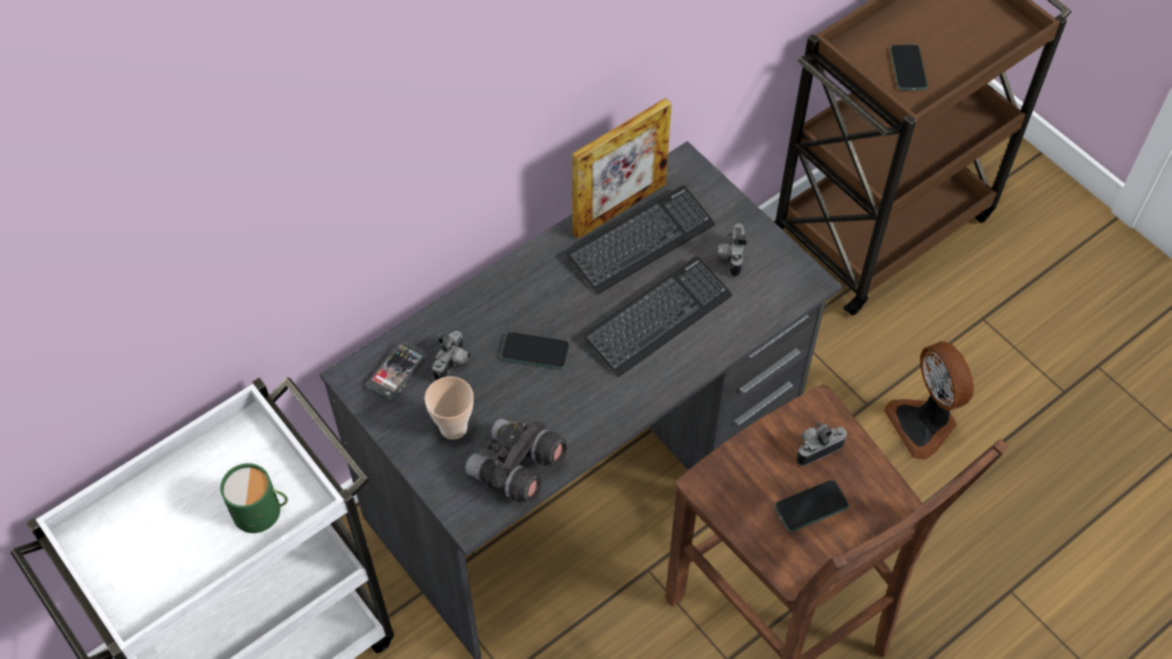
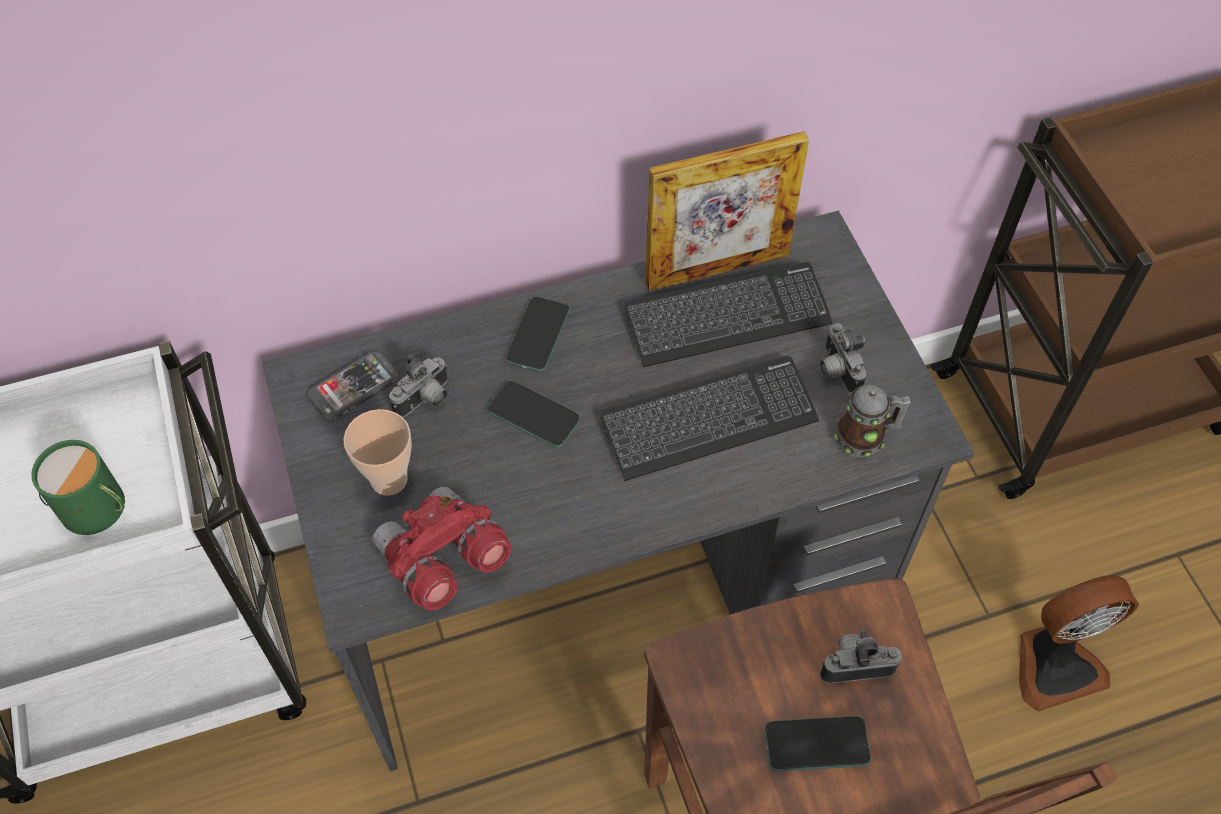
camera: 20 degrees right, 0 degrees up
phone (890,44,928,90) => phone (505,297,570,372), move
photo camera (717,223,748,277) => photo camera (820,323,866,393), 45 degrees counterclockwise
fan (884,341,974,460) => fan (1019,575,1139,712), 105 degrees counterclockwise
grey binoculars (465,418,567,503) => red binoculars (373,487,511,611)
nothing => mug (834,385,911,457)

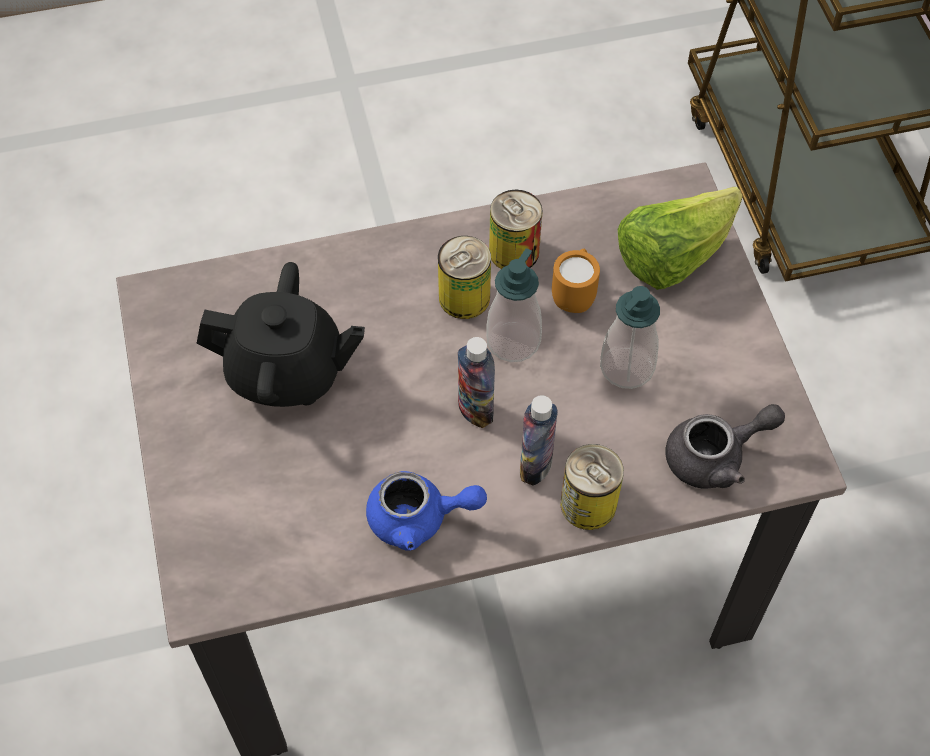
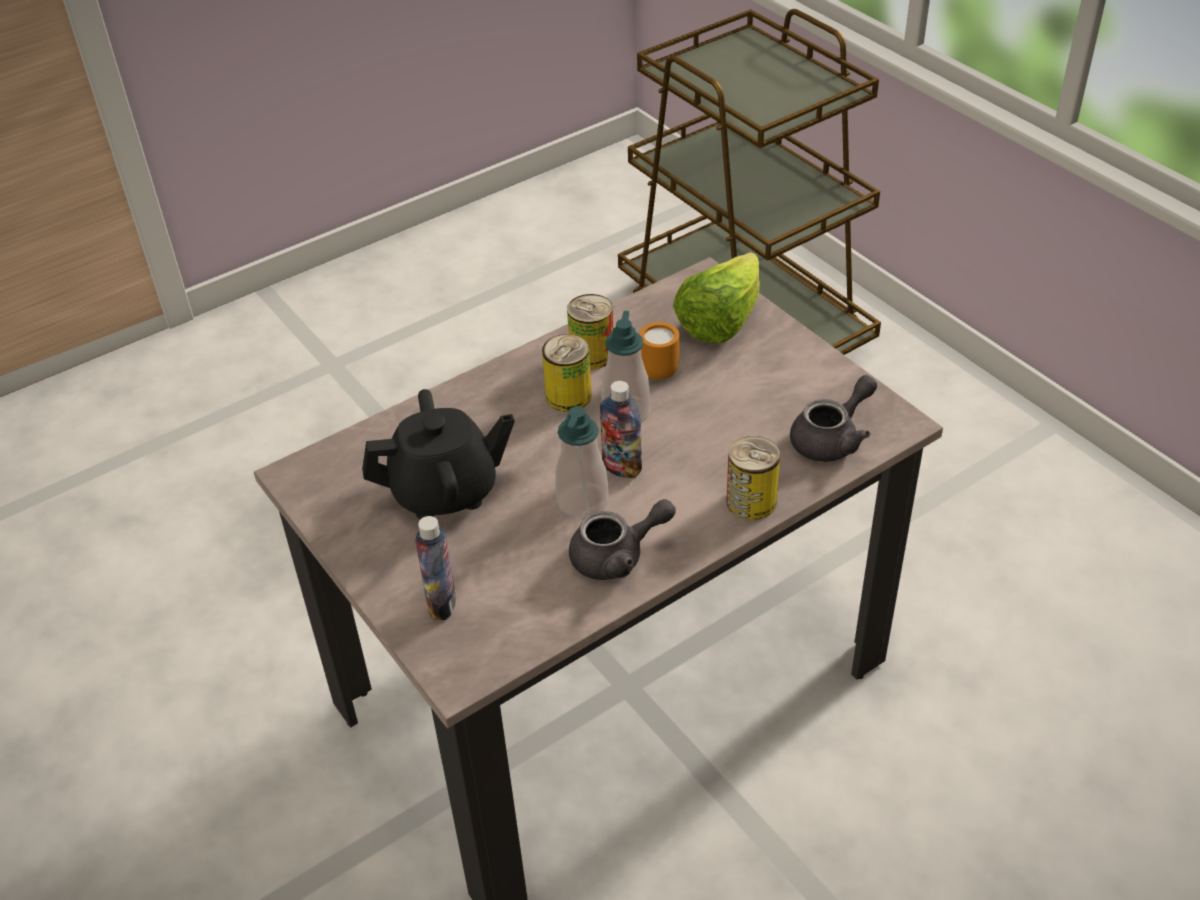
camera: 20 degrees left, 15 degrees down
soap dispenser (600,286,660,389) => soap dispenser (555,406,608,518), move
bottle (520,395,558,486) => bottle (415,516,456,620), move
blue teapot (366,471,487,551) => grey teapot (569,499,676,580)

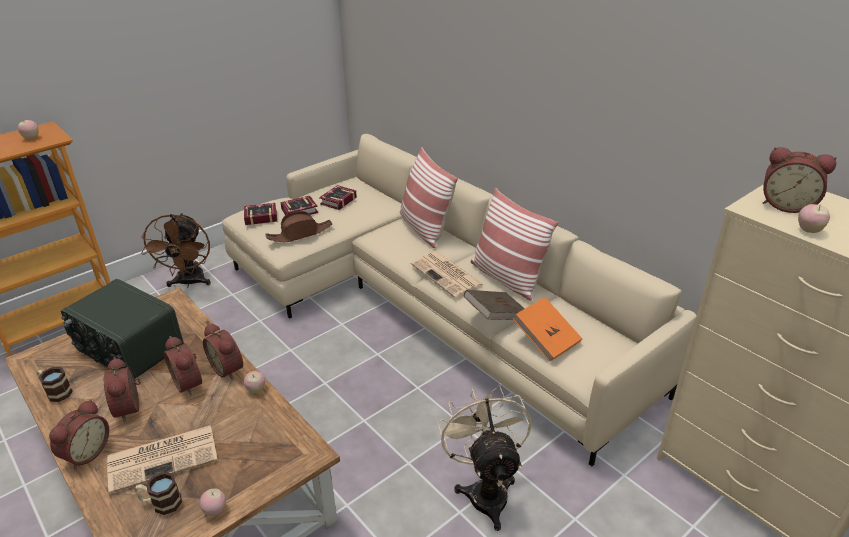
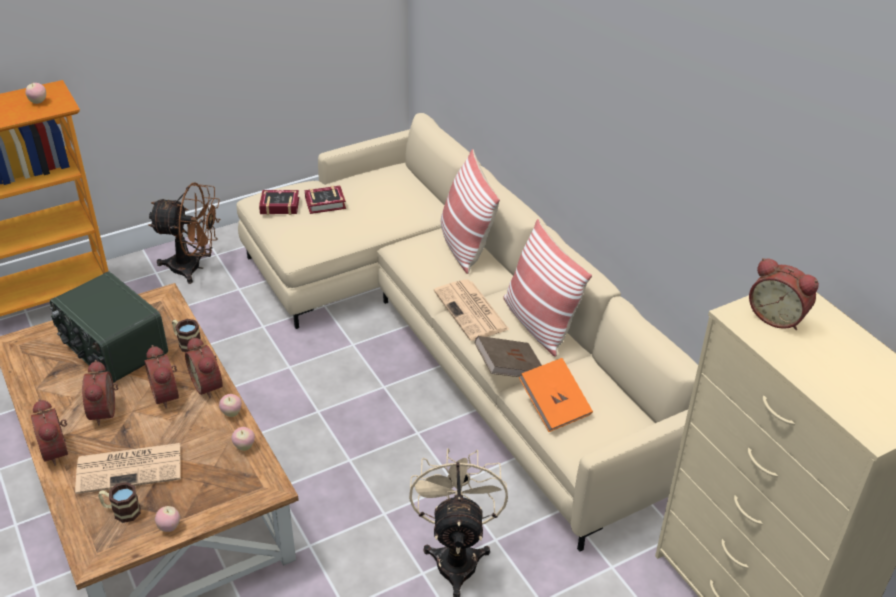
camera: 10 degrees right, 5 degrees up
book (319,185,357,210) => nothing
apple (798,204,830,233) => apple (231,427,255,451), move
brown hat (265,211,332,242) => nothing
brown fan (141,213,211,288) => brown fan (148,182,221,284), 90 degrees counterclockwise
mug (37,367,73,402) => mug (172,319,201,352), move
alarm clock (49,399,109,470) => alarm clock (31,399,68,466), 120 degrees clockwise

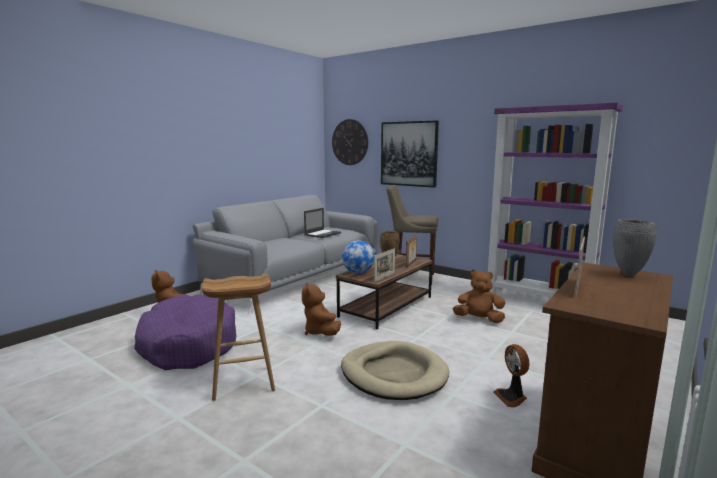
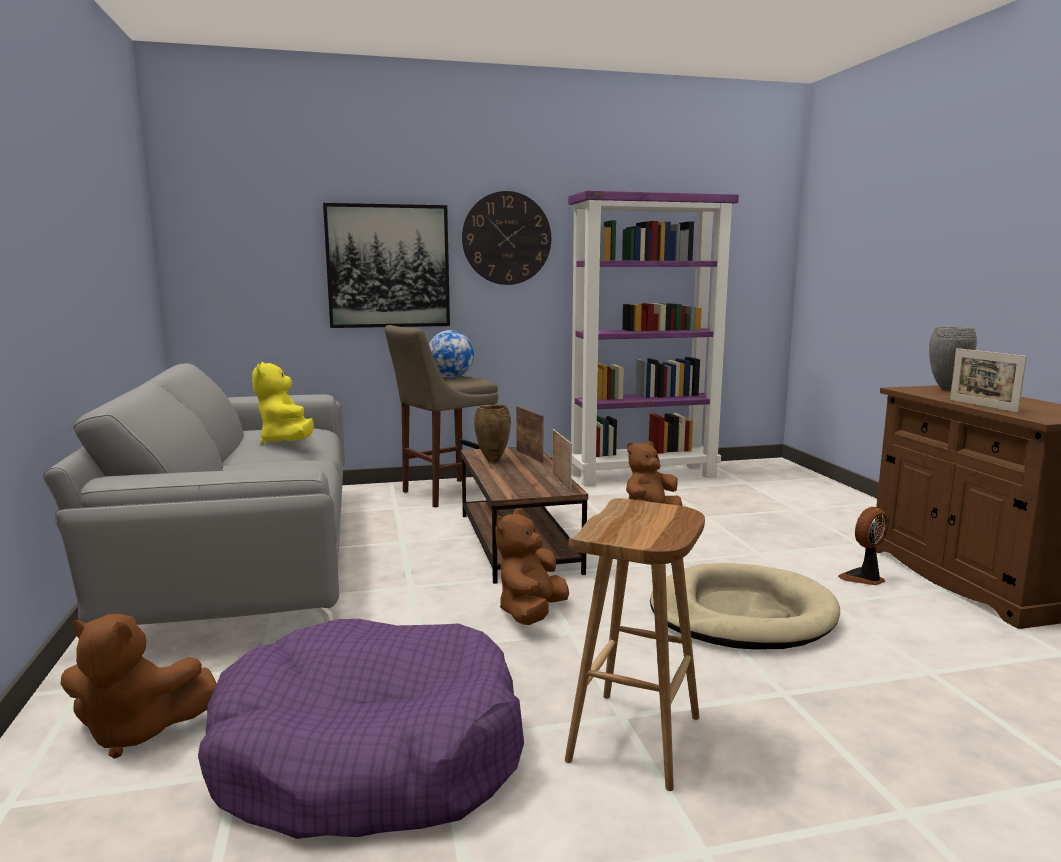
camera: 50 degrees left, 0 degrees up
wall clock (332,119,368,165) => wall clock (462,191,551,285), move
laptop (304,208,341,238) => yellow plush toy (252,362,314,445)
globe (342,240,375,274) => globe (429,330,474,378), move
brown plush toy (302,283,341,336) => brown plush toy (495,509,569,625), 90 degrees clockwise
fan (493,344,530,408) => fan (838,507,889,585), 120 degrees clockwise

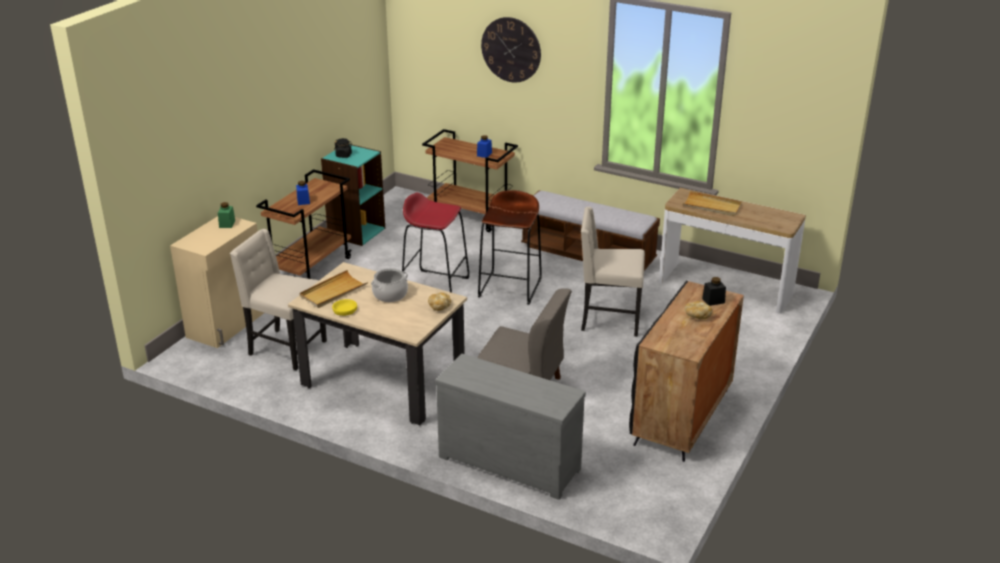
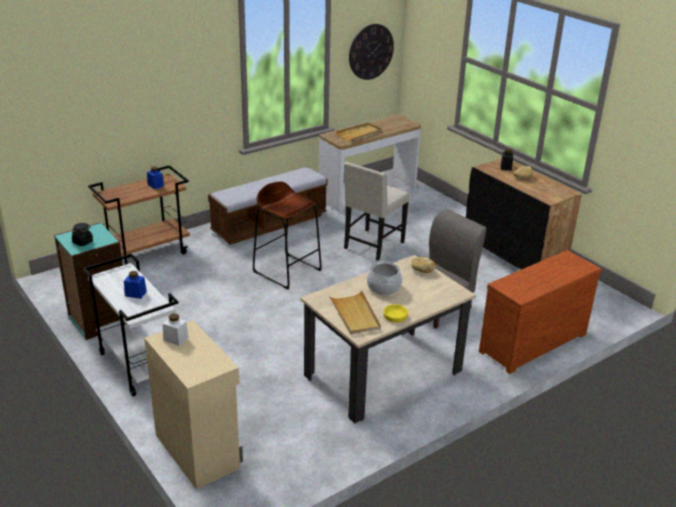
camera: 65 degrees left, 0 degrees up
wall clock (481,17,541,83) => wall clock (349,24,394,80), move
brown cart (256,169,351,279) => white cart (83,253,179,396)
red stool (402,193,470,293) => nothing
green jar (218,202,235,228) => white jar (163,314,189,346)
beige chair (230,229,327,370) => nothing
grey dresser (435,354,586,500) => brown dresser (479,250,602,374)

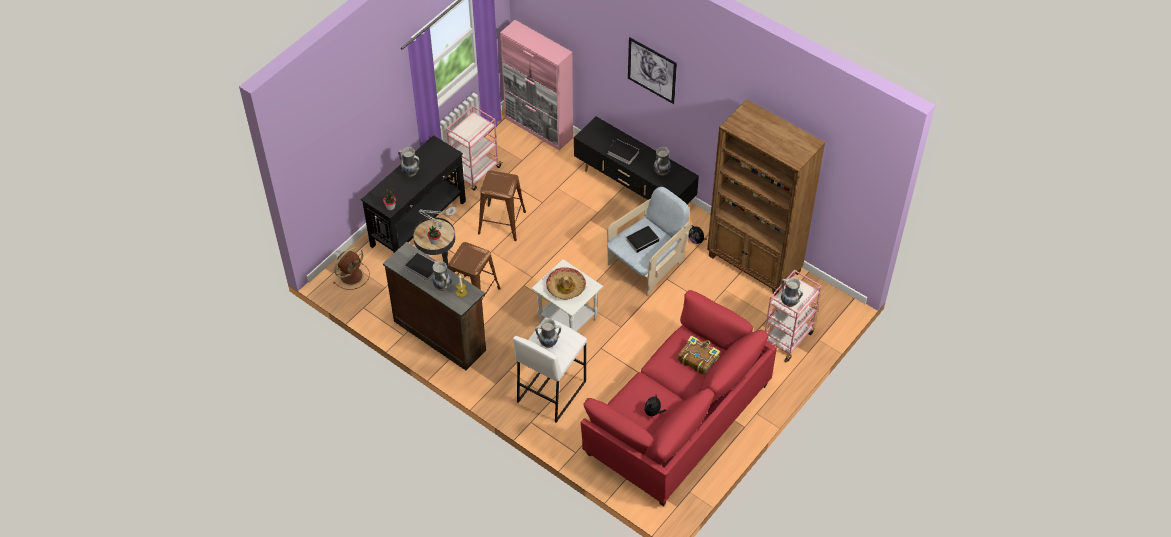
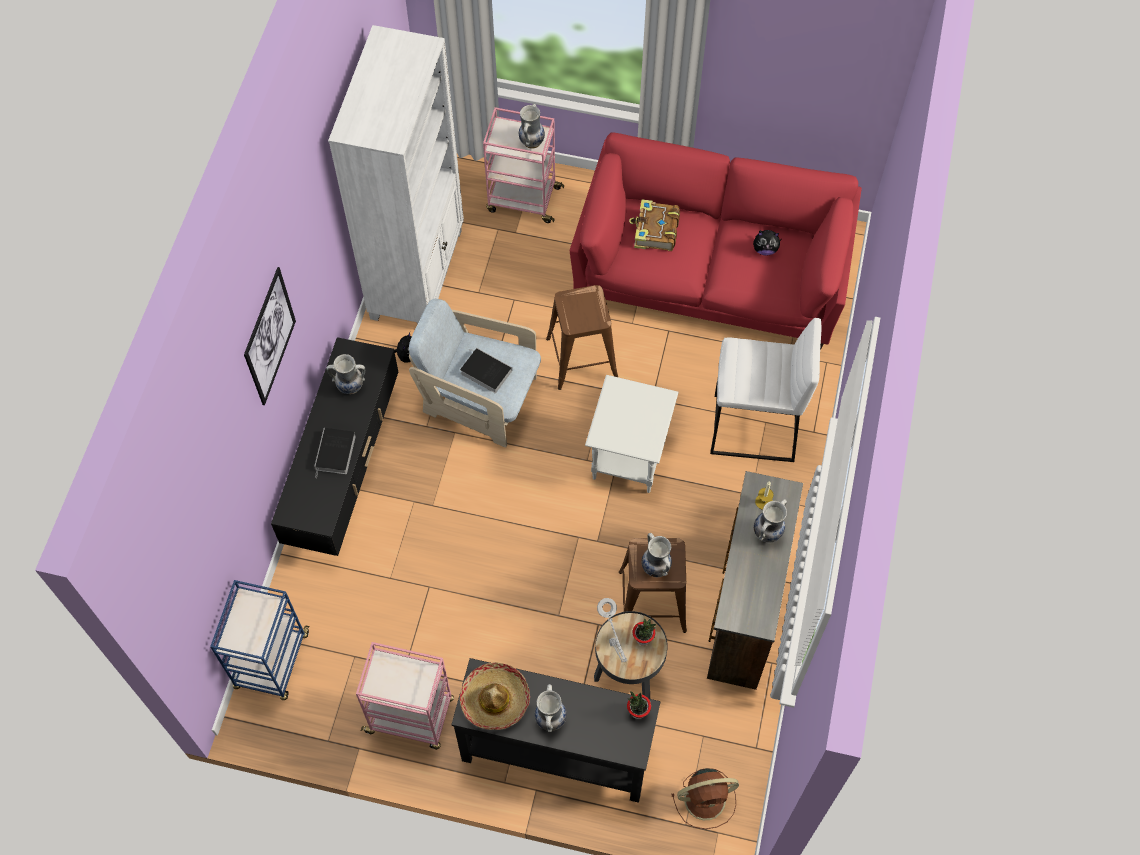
camera: 115 degrees left, 10 degrees up
pink cabinet (500,20,573,151) => blue cart (210,580,310,700)
brown bookcase (707,99,825,296) => white bookcase (328,25,464,324)
brown stool (478,170,526,241) => brown stool (546,285,618,390), move
brown fan (333,247,370,290) => brown fan (671,768,739,829), 150 degrees clockwise
book (405,252,434,281) => nothing
hat (546,267,586,300) => hat (460,662,530,730), move
vase (535,319,561,348) => vase (642,533,672,577), move

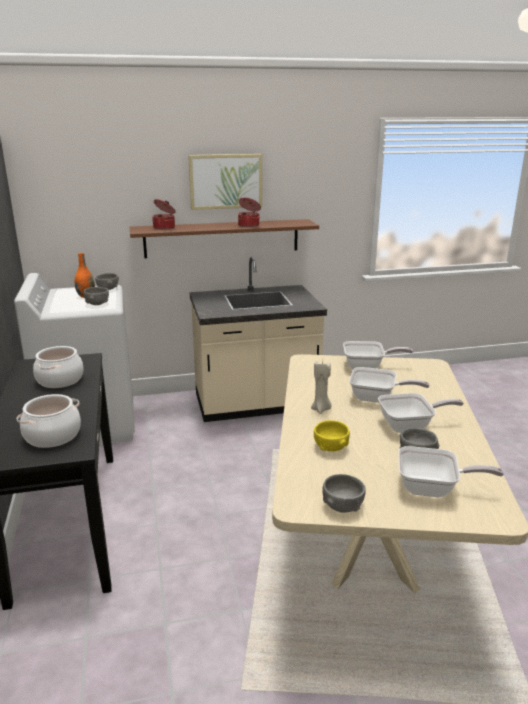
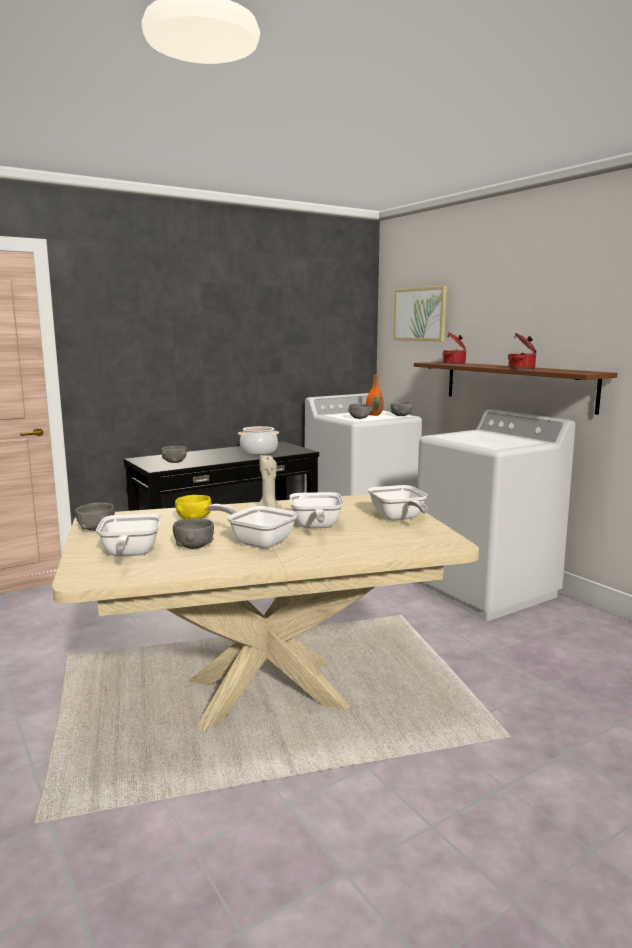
camera: 70 degrees right, 10 degrees down
picture (188,154,262,210) => picture (393,286,447,341), move
beige counter (190,256,327,422) => white washing machine (417,409,575,621)
frying pan (378,393,464,433) => frying pan (207,504,298,549), 150 degrees clockwise
cooking pot (16,394,81,448) => grey bowl (161,446,187,463)

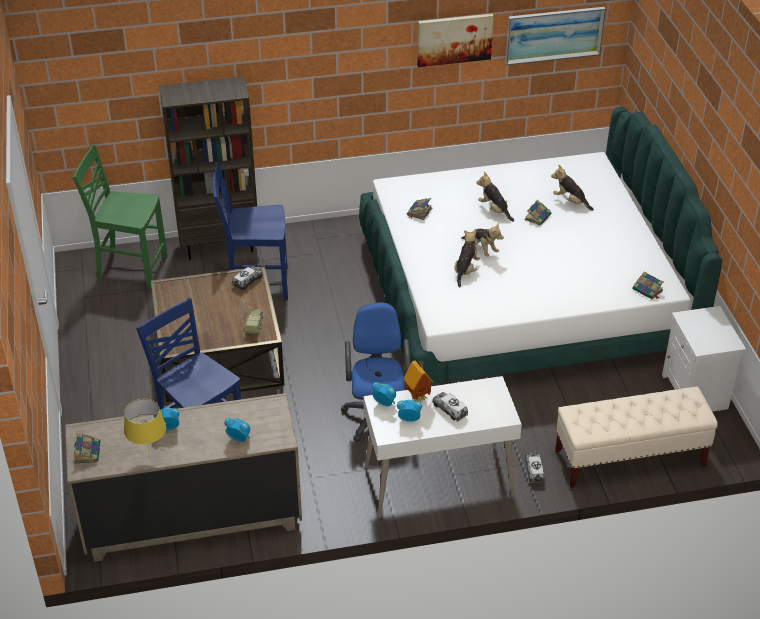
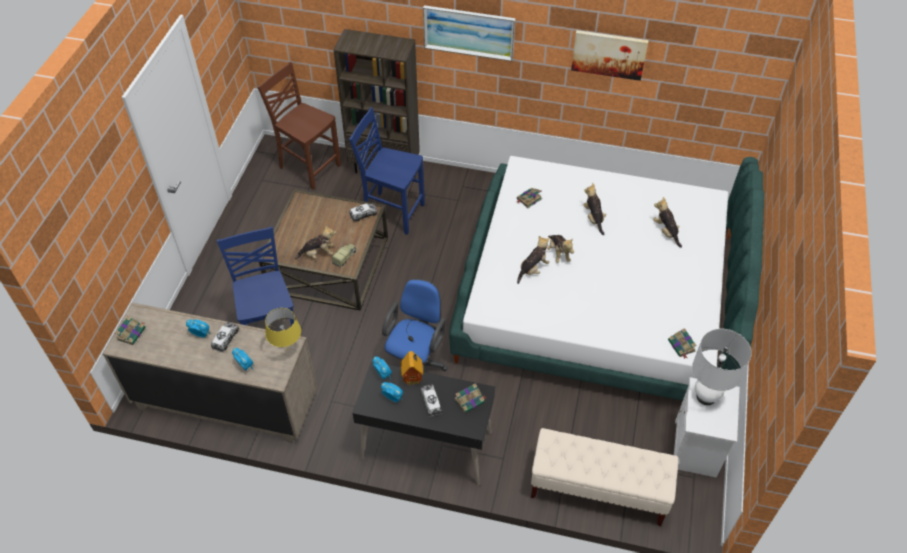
camera: 25 degrees right, 10 degrees up
picture (505,7,606,65) => picture (423,5,516,61), move
green chair (73,144,167,289) => brown chair (258,62,341,190)
book (524,200,551,226) => book (454,383,487,413), move
white desk (364,376,522,518) => black desk (353,362,495,486)
yellow table lamp (124,399,166,455) => yellow table lamp (265,308,301,350), move
toy truck (525,453,544,483) => toy truck (211,322,239,352), move
nothing => plush toy (295,225,336,260)
nothing => white table lamp (693,329,752,405)

